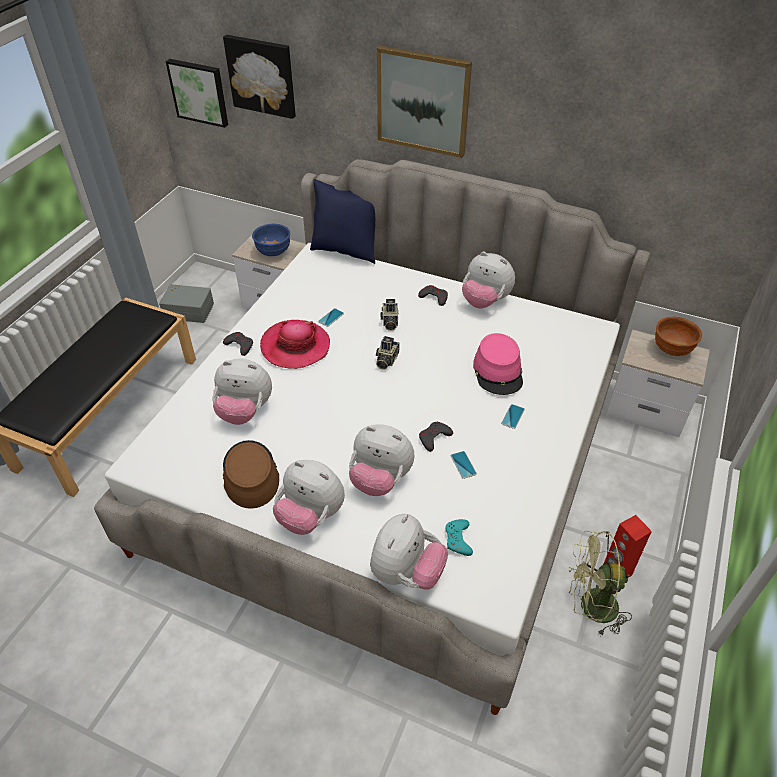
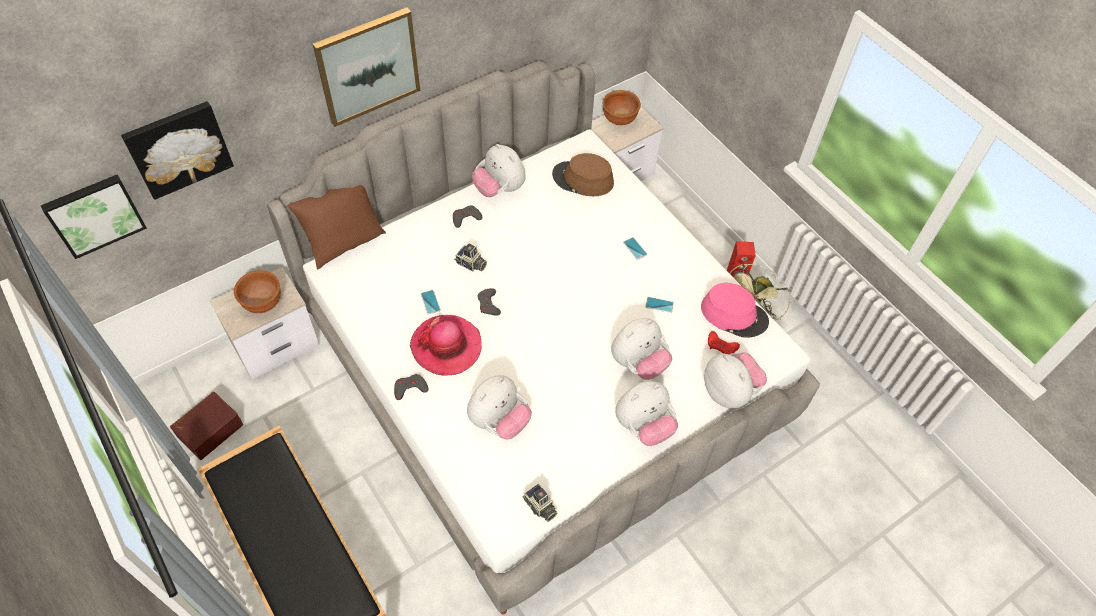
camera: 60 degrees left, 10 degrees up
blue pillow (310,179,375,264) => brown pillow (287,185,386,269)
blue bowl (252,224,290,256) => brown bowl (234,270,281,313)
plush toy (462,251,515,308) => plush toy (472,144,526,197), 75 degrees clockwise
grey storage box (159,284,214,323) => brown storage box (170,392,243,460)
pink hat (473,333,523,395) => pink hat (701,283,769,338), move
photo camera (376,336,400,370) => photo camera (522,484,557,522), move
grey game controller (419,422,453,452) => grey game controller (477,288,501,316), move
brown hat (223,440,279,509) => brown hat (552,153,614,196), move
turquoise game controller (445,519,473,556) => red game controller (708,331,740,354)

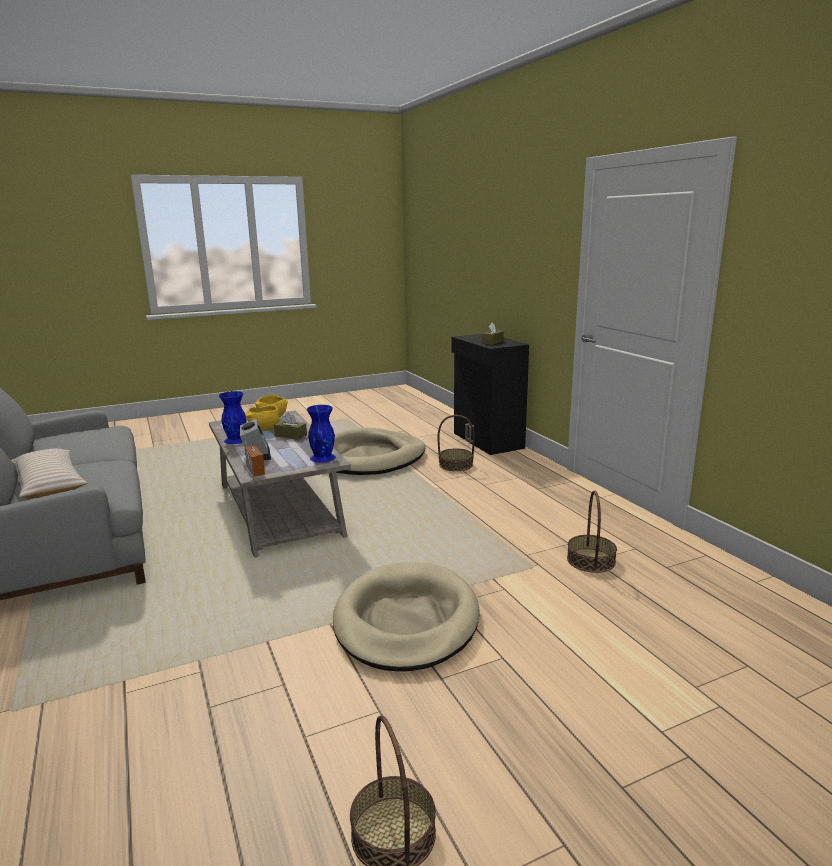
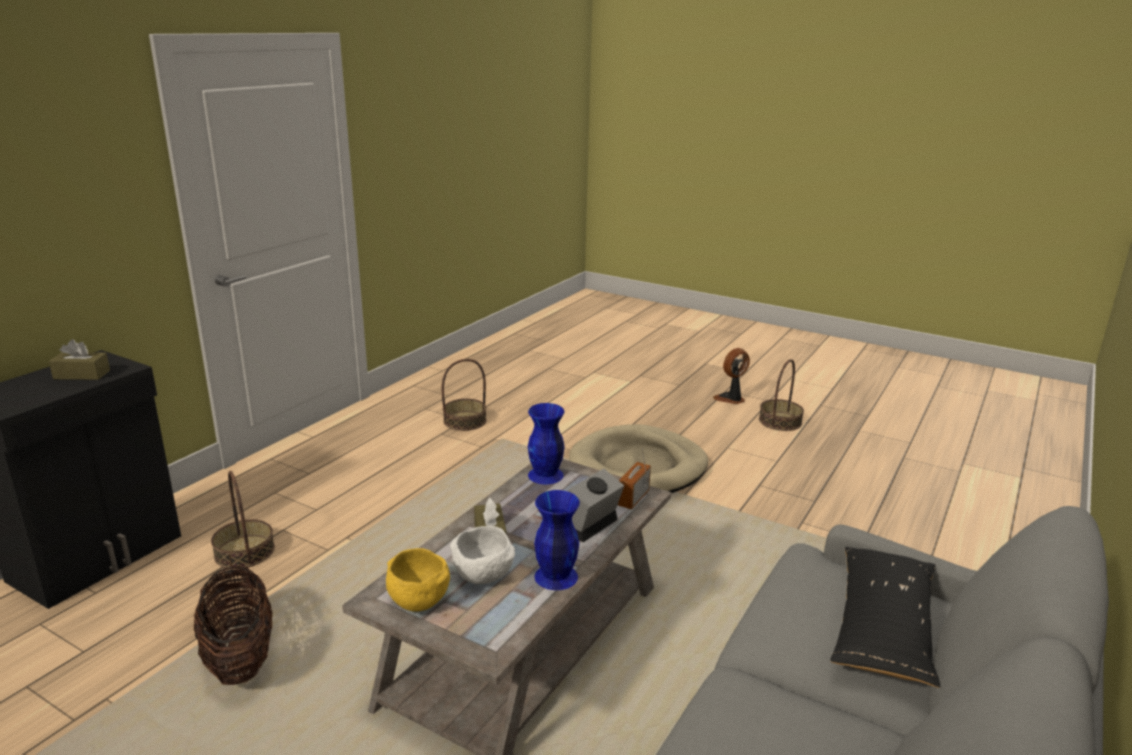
camera: 125 degrees left, 5 degrees up
yellow bowl (246,405,279,431) => white bowl (450,526,515,584)
beige dog bed (333,428,425,475) => basket (193,565,273,685)
beige pillow (11,448,87,498) => black pillow (830,547,941,688)
nothing => fan (713,348,750,404)

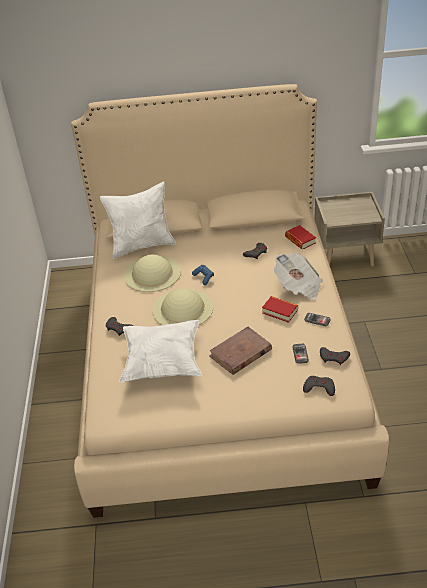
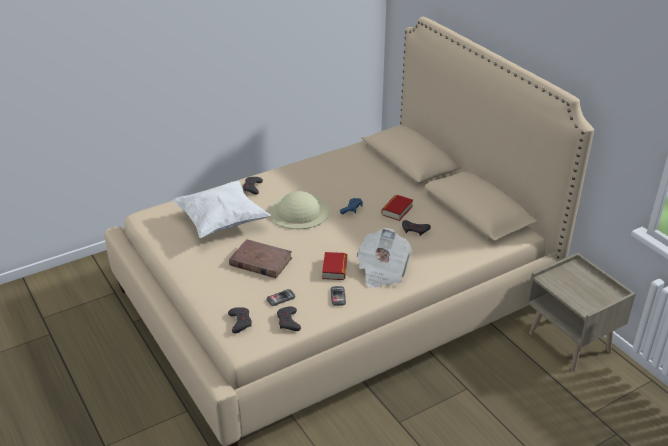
camera: 60 degrees right, 5 degrees down
white pillow (100,181,176,259) => nothing
book (285,225,316,249) => book (381,195,413,221), move
beige hat (124,254,181,292) => nothing

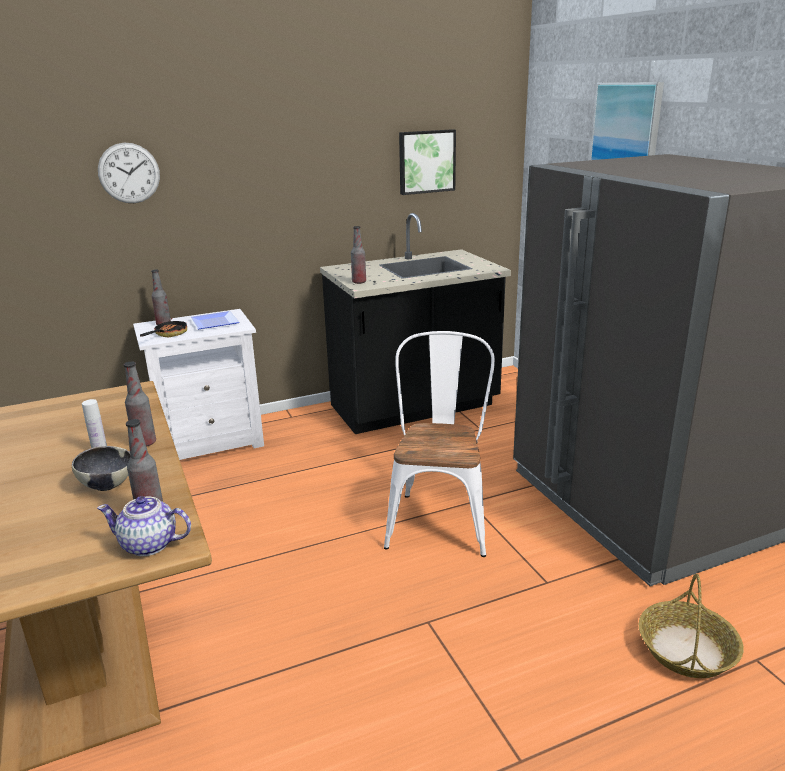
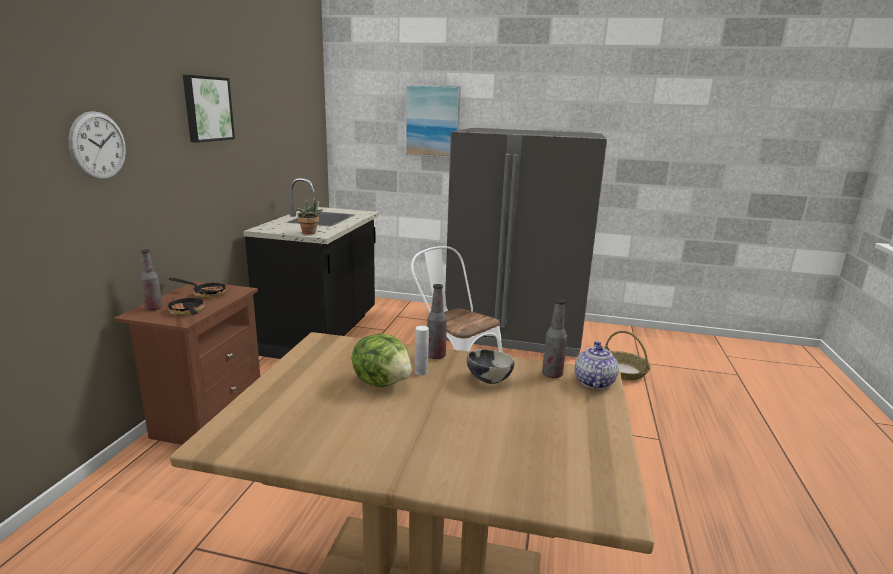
camera: 55 degrees left, 5 degrees down
picture (399,129,456,195) => picture (183,75,235,143), move
bottle (351,226,366,284) => potted plant (296,195,323,235)
white nightstand (133,309,264,460) => brown nightstand (113,281,260,445)
plate (190,311,239,329) => frying pan (169,278,227,298)
teapot (97,496,191,556) => teapot (575,341,619,389), 150 degrees clockwise
nothing => lettuce (352,334,412,387)

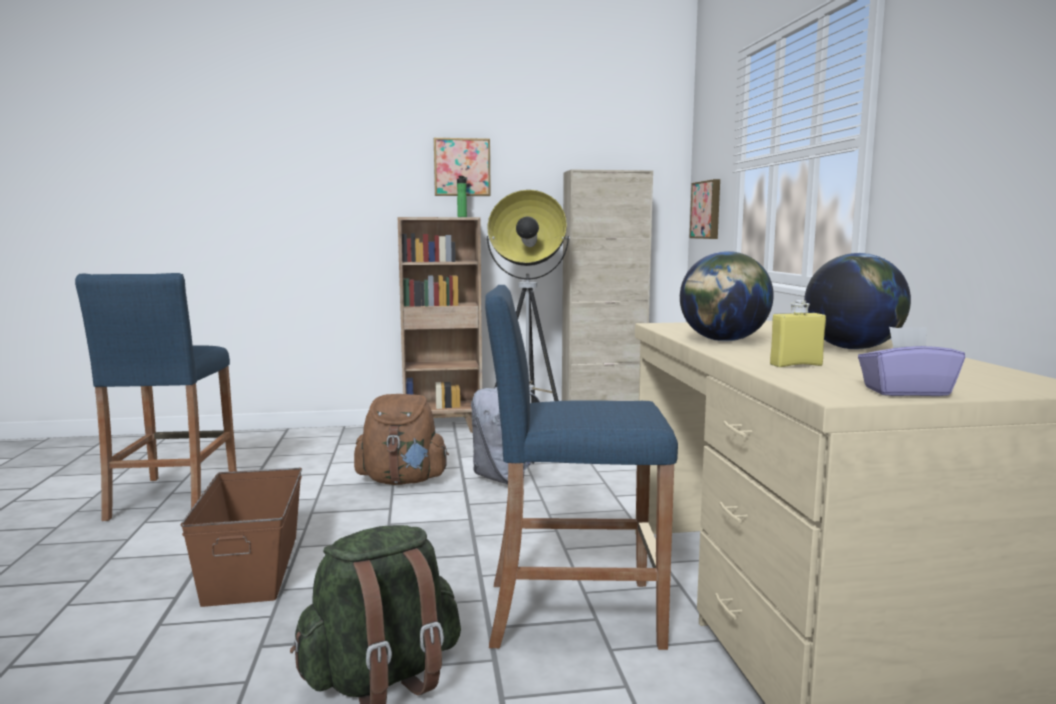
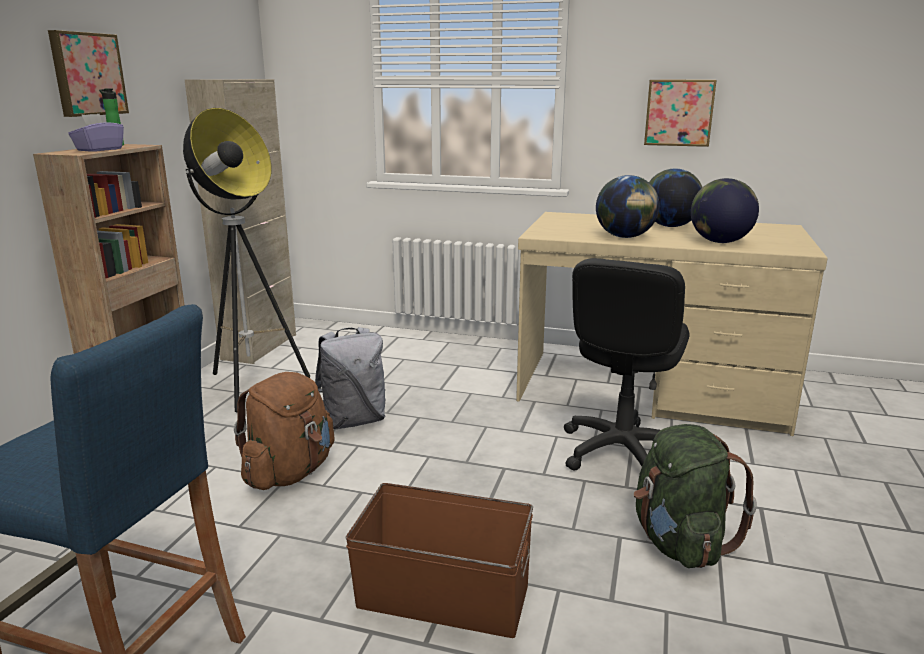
camera: 65 degrees left, 10 degrees up
picture (690,179,720,239) => picture (644,80,717,147), move
blue stool (485,285,678,650) => black office chair (564,258,689,470)
yellow bottle (770,300,826,367) => globe (691,178,759,243)
purple tissue box (858,327,965,396) => purple tissue box (68,114,124,152), move

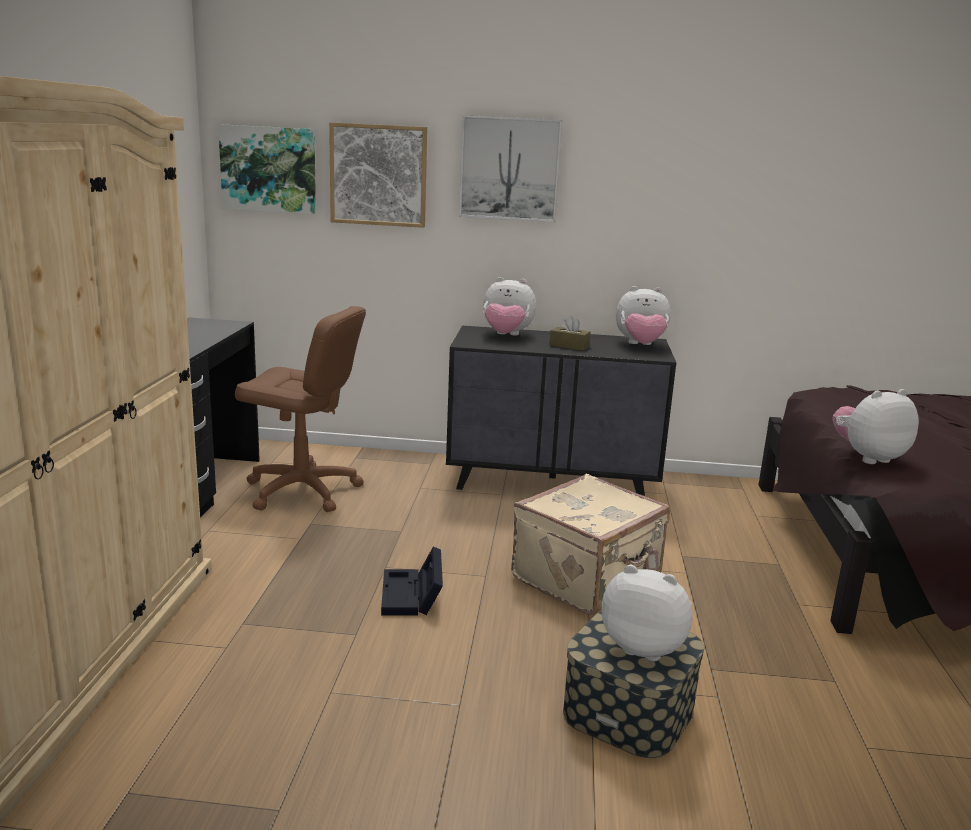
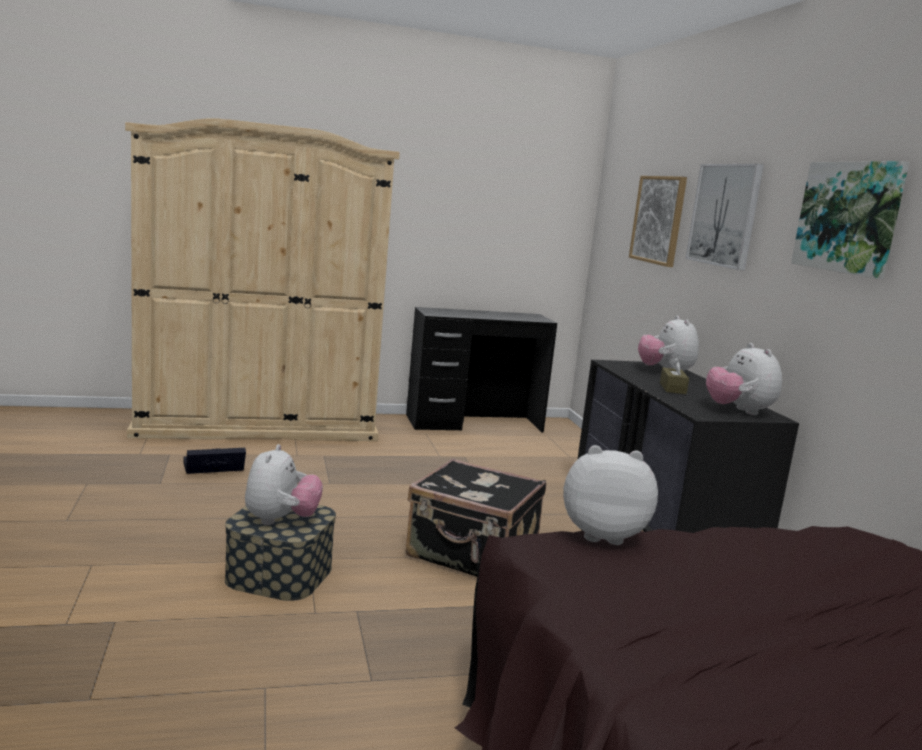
camera: 70 degrees right, 5 degrees down
picture (218,124,316,214) => picture (791,161,909,279), move
brown office chair (235,306,366,512) => nothing
plush toy (833,389,919,464) => plush toy (563,445,658,545), 45 degrees counterclockwise
beige suitcase (511,474,670,615) => black suitcase (406,458,546,577)
black storage box (381,546,443,616) => black storage box (183,448,246,474), move

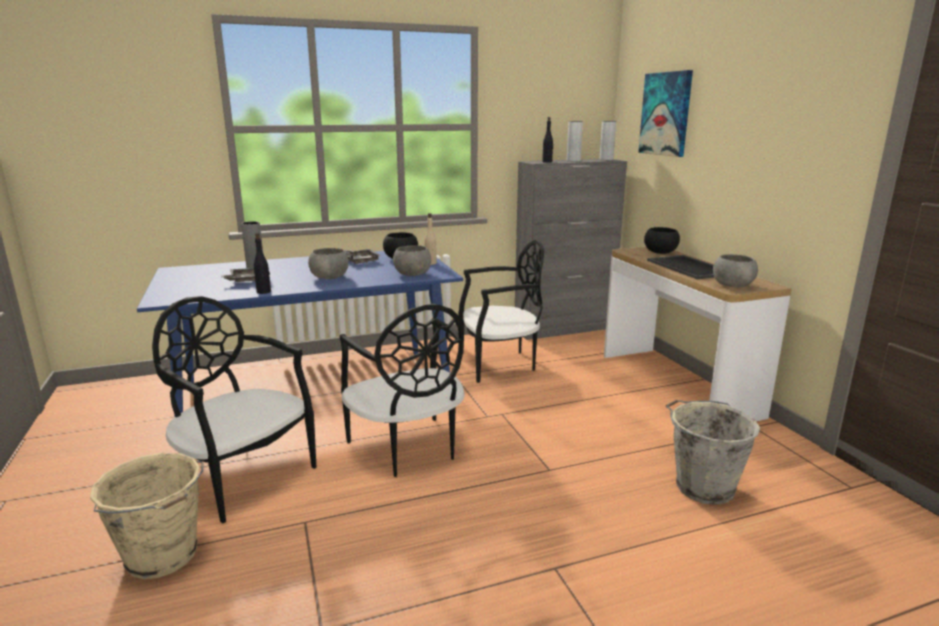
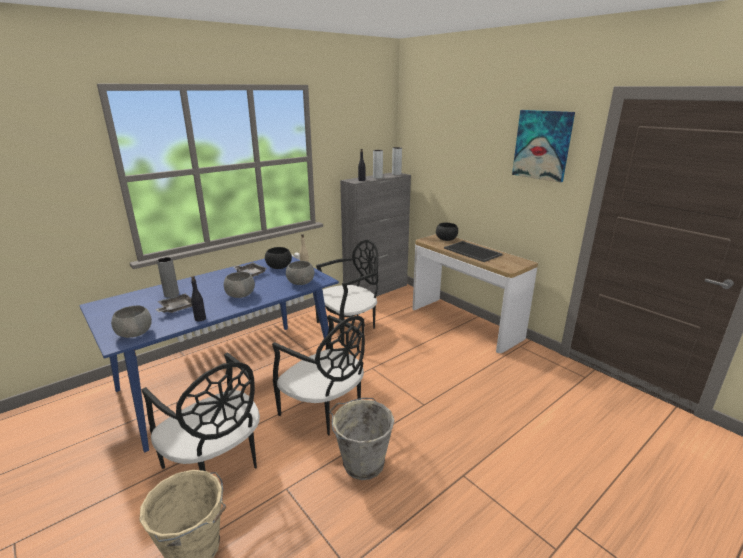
camera: 20 degrees left, 5 degrees up
picture (638,70,693,157) => picture (512,110,575,183), move
grey bowl (713,254,758,287) => grey bowl (111,306,152,338), move
black chair (152,296,316,523) => black chair (141,352,260,471), 150 degrees counterclockwise
grey bucket (666,400,760,505) => grey bucket (329,398,394,480), move

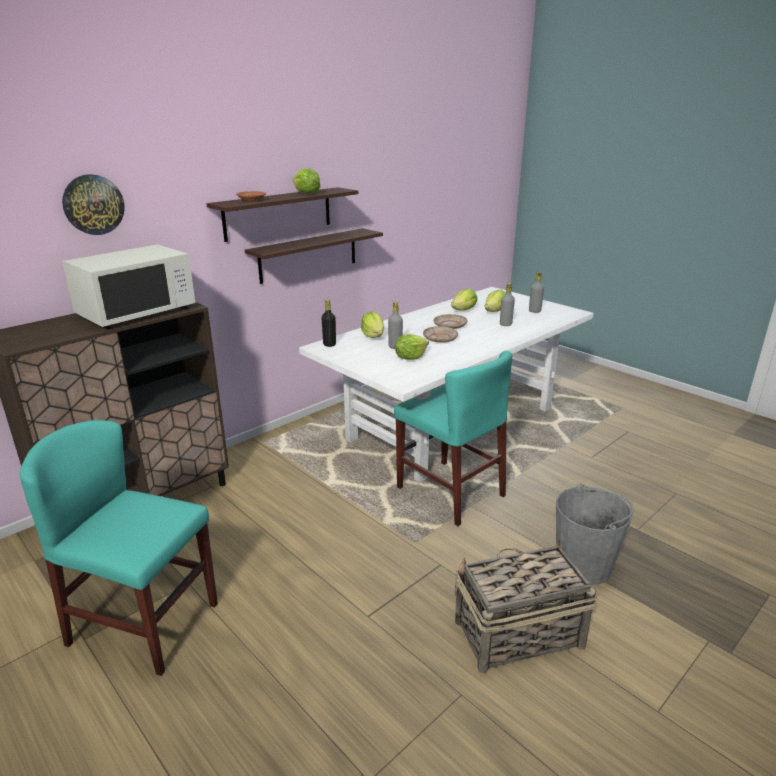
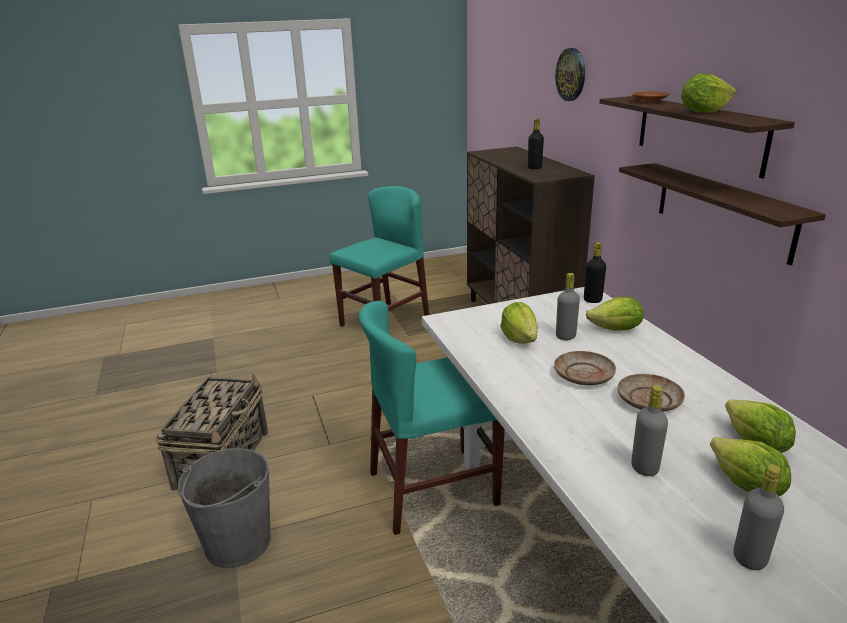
camera: 115 degrees right, 0 degrees up
white microwave (62,245,195,329) => black bottle (528,119,544,169)

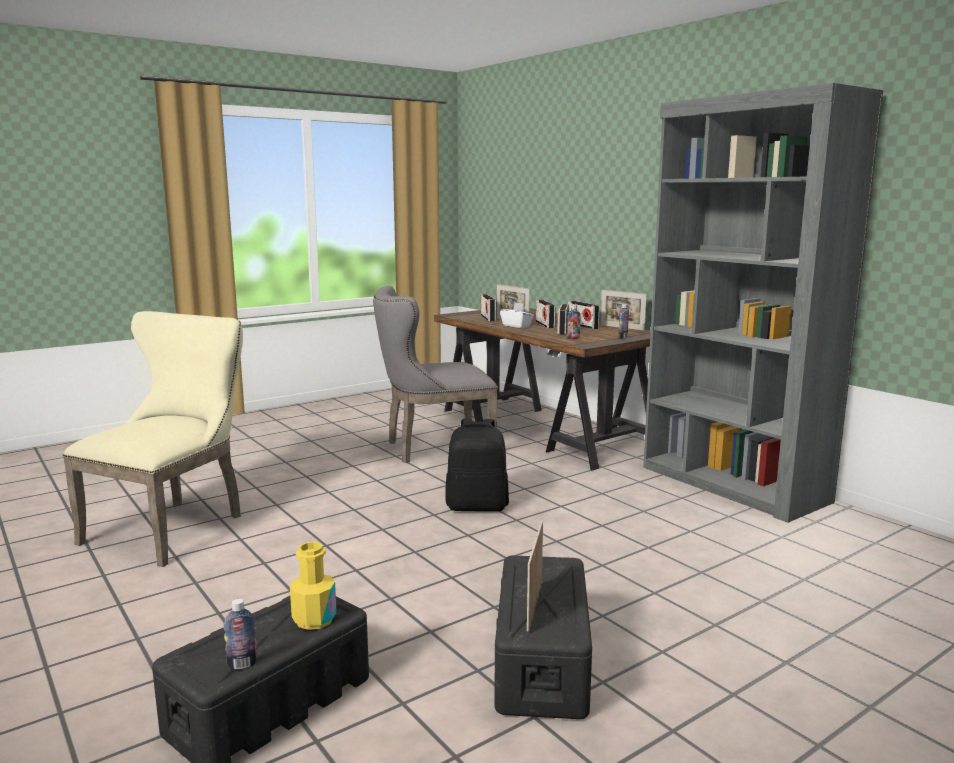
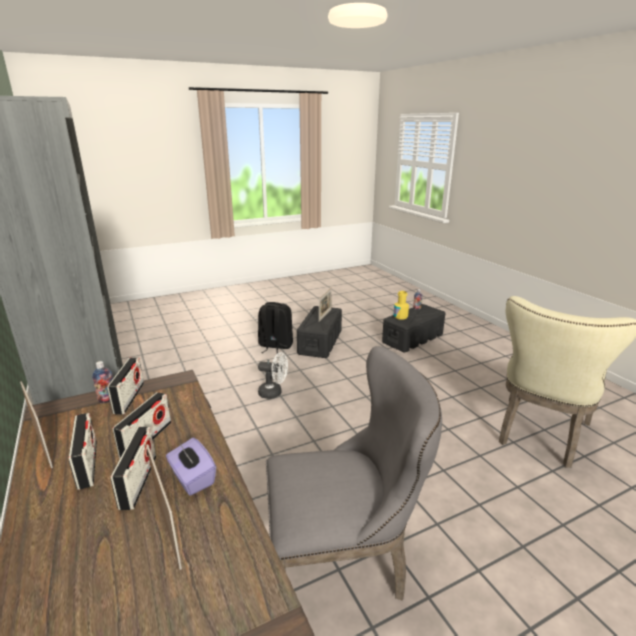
camera: 170 degrees left, 10 degrees up
radio (481,294,496,321) => radio (107,358,144,415), move
white tissue box (500,303,534,328) => purple tissue box (166,438,216,496)
bottle (567,305,581,339) => nothing
black backpack (445,419,509,512) => black backpack (258,302,293,354), move
nothing => white fan (258,352,288,399)

